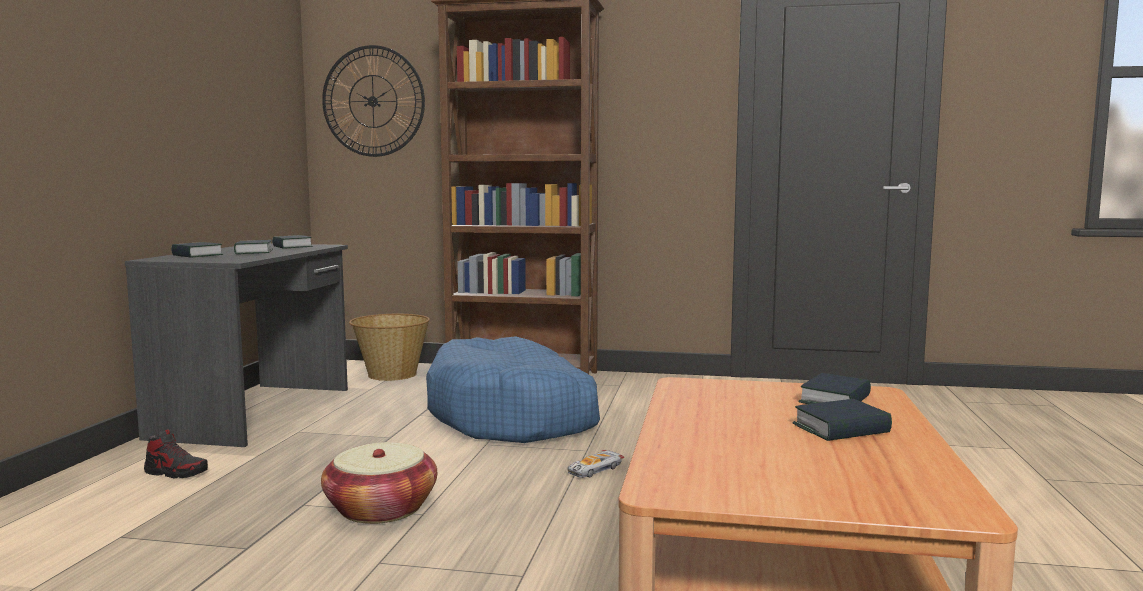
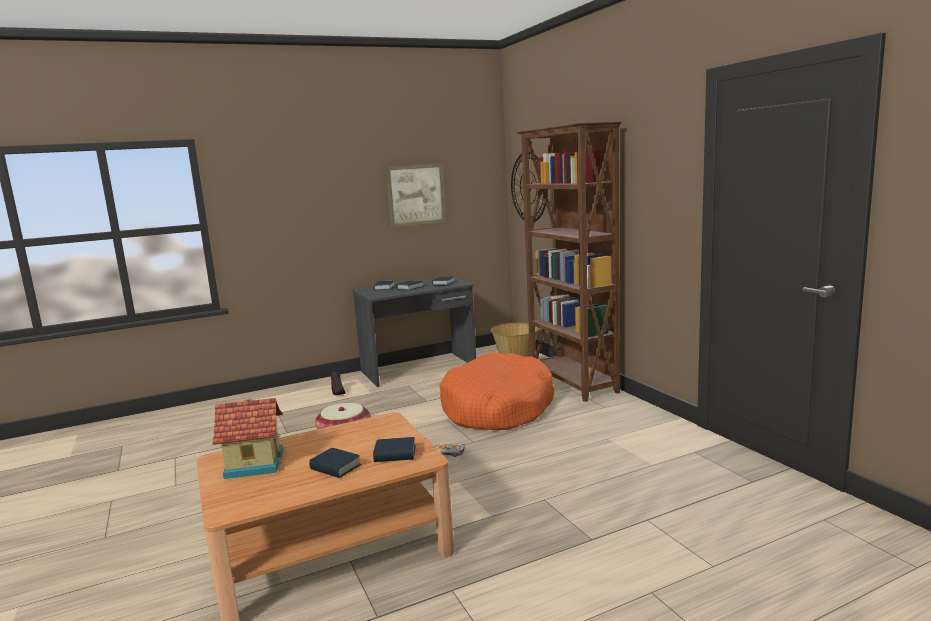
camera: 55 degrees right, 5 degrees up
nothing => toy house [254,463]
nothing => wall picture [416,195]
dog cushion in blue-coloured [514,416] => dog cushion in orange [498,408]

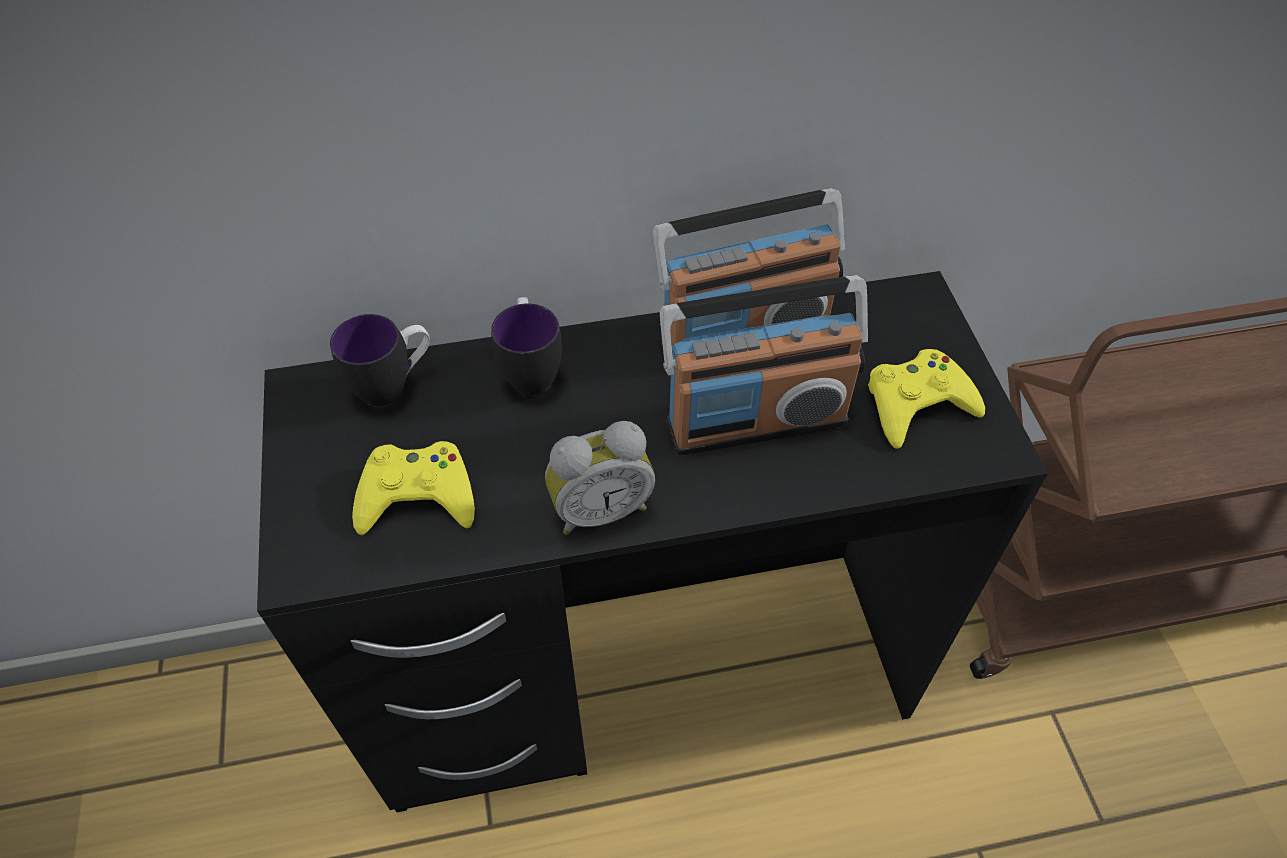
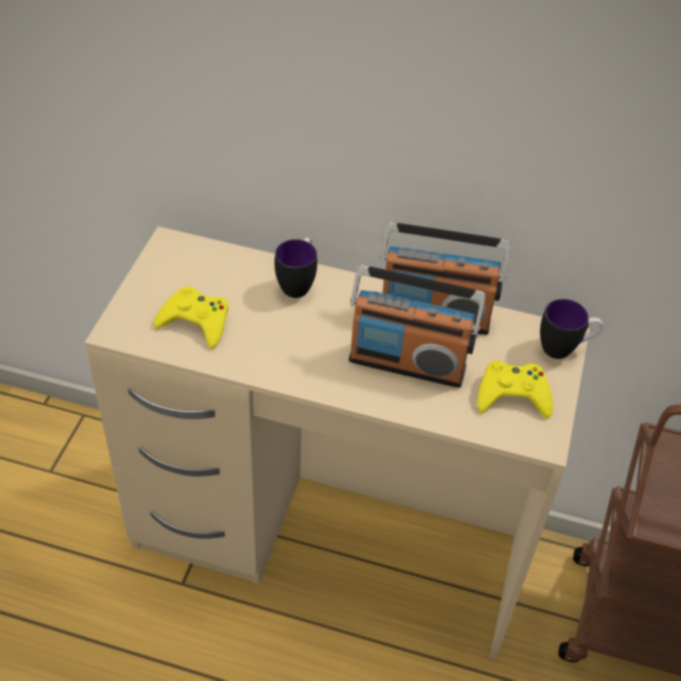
camera: 25 degrees right, 5 degrees down
desk in black-coloured [642,673] => desk in beige-coloured [330,542]
mug [394,385] => mug [564,349], relocated
bedside clock [600,508] => nothing

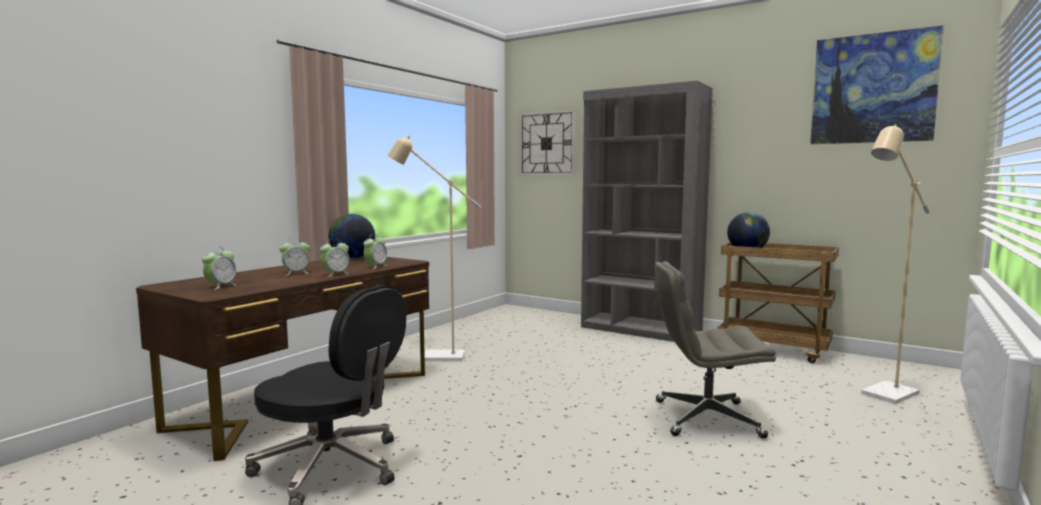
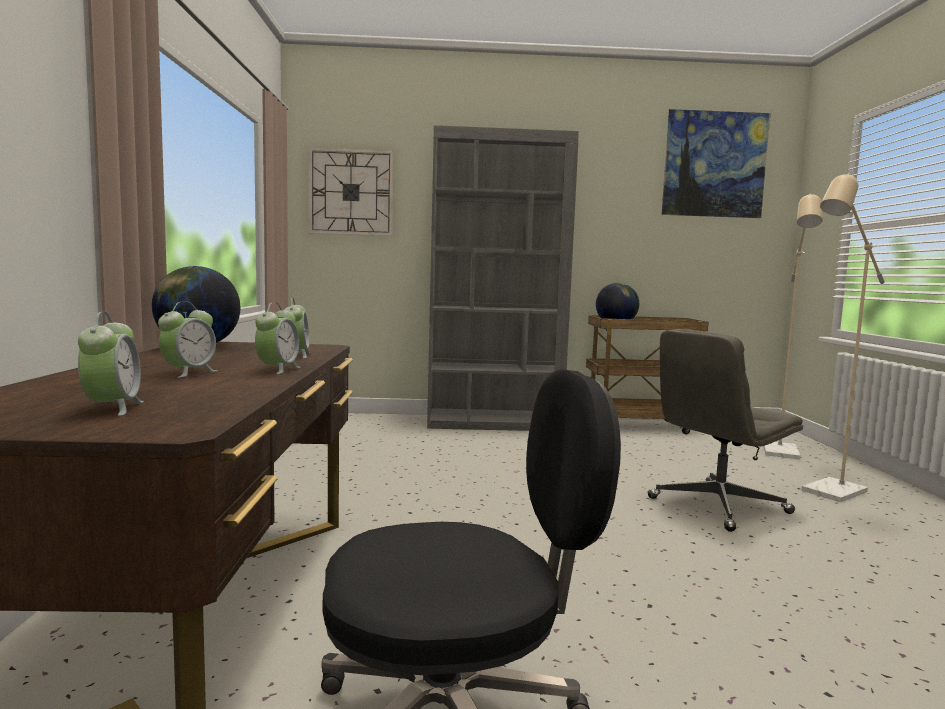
camera: 35 degrees left, 0 degrees up
standard lamp in beige-coloured [434,357] => standard lamp in beige-coloured [829,493], relocated

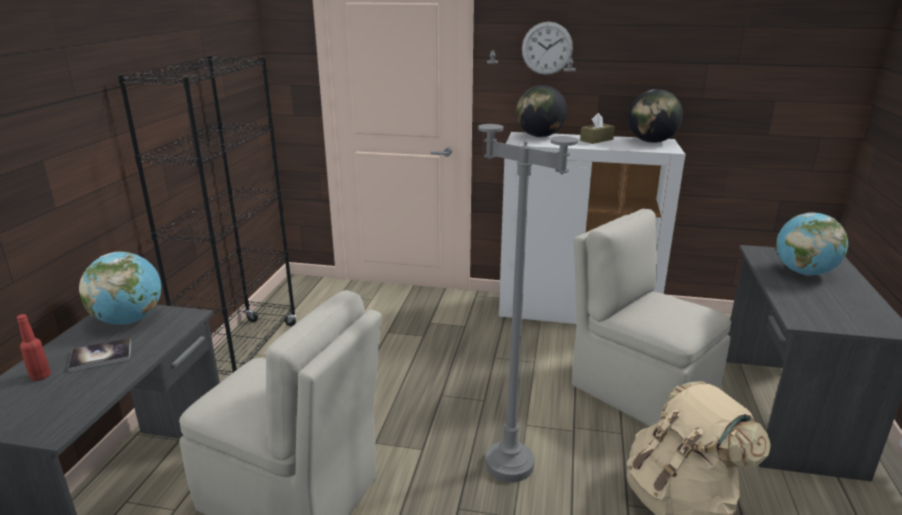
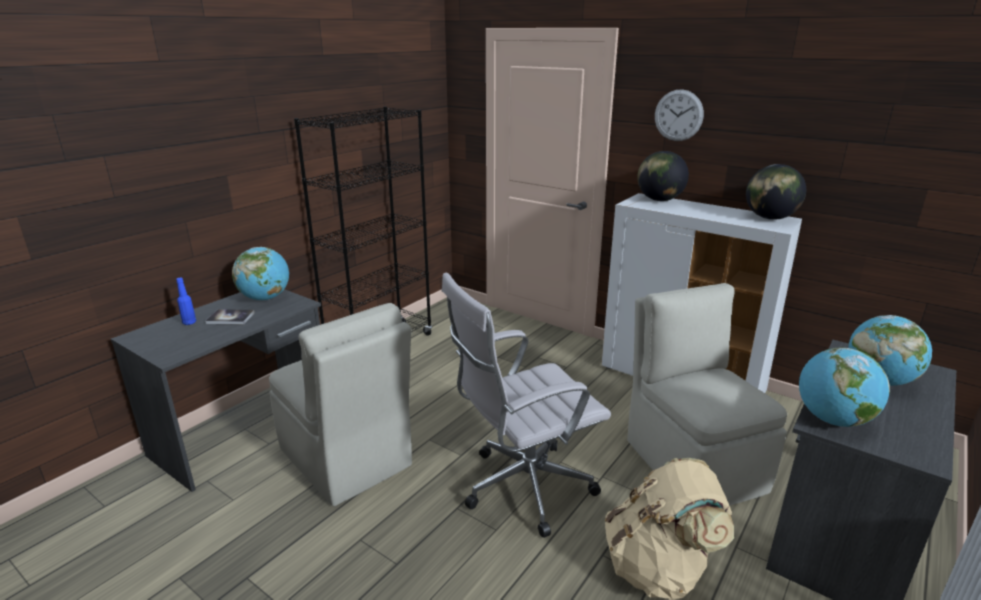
camera: 25 degrees right, 0 degrees up
beverage bottle in reddish [41,376] => beverage bottle in blue-coloured [189,322]
standard lamp in grey [509,464] => office chair in white-coloured [522,488]
nothing => world globe [832,420]
tissue box in brown [596,140] => nothing

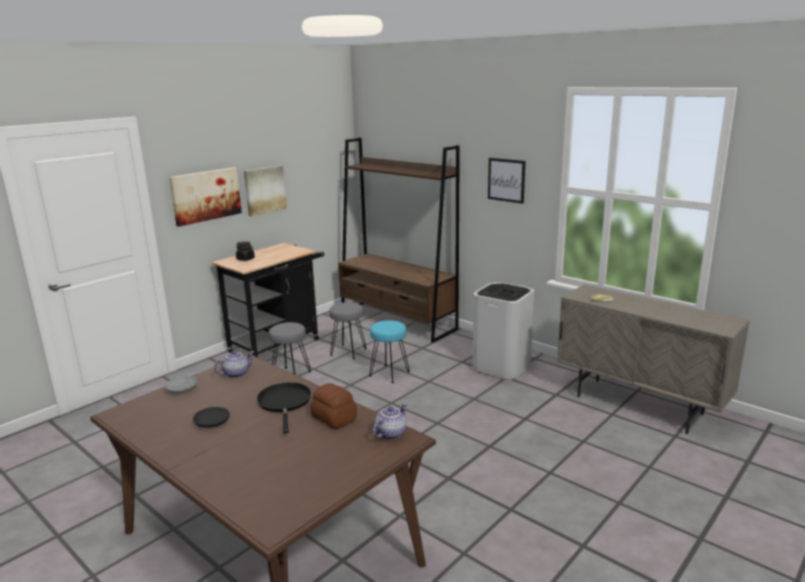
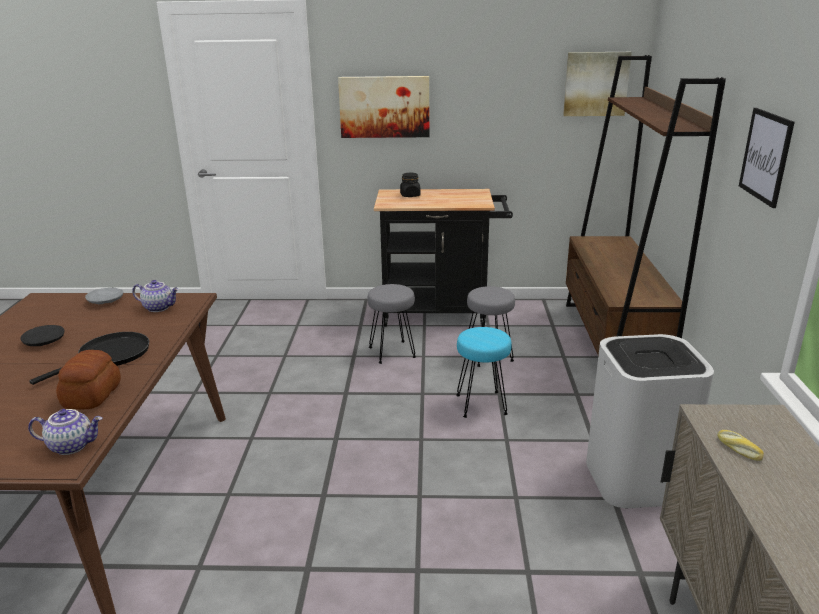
camera: 50 degrees right, 5 degrees up
wall picture [264,190] => wall picture [596,84], relocated

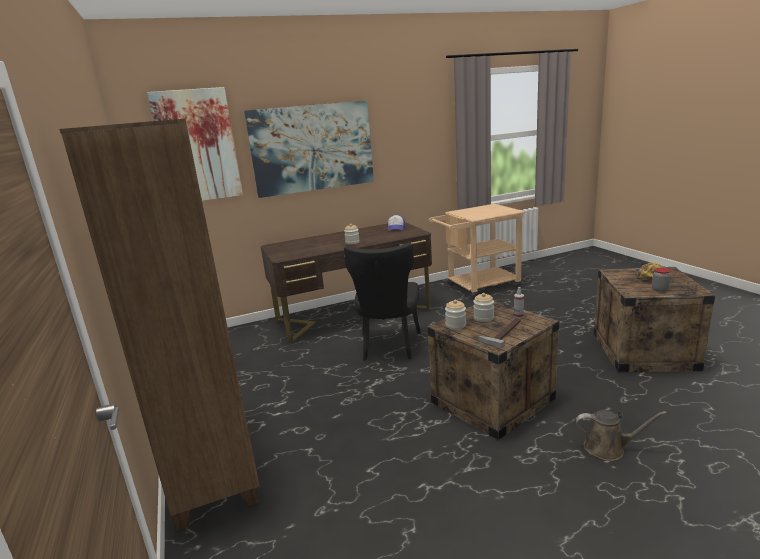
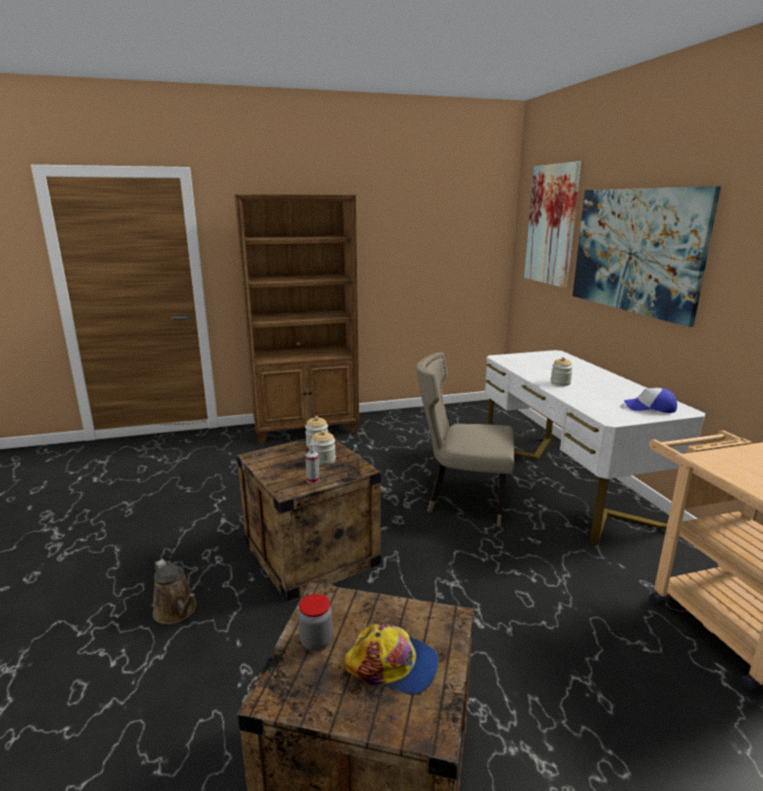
camera: 95 degrees right, 0 degrees up
sprinkling can in brown [608,448] => sprinkling can in brown [177,611], 60 degrees counterclockwise
plain chair in black-coloured [389,347] => plain chair in beige-coloured [462,500]
desk in brown [353,314] => desk in white-coloured [566,482]
hammer [502,332] => nothing

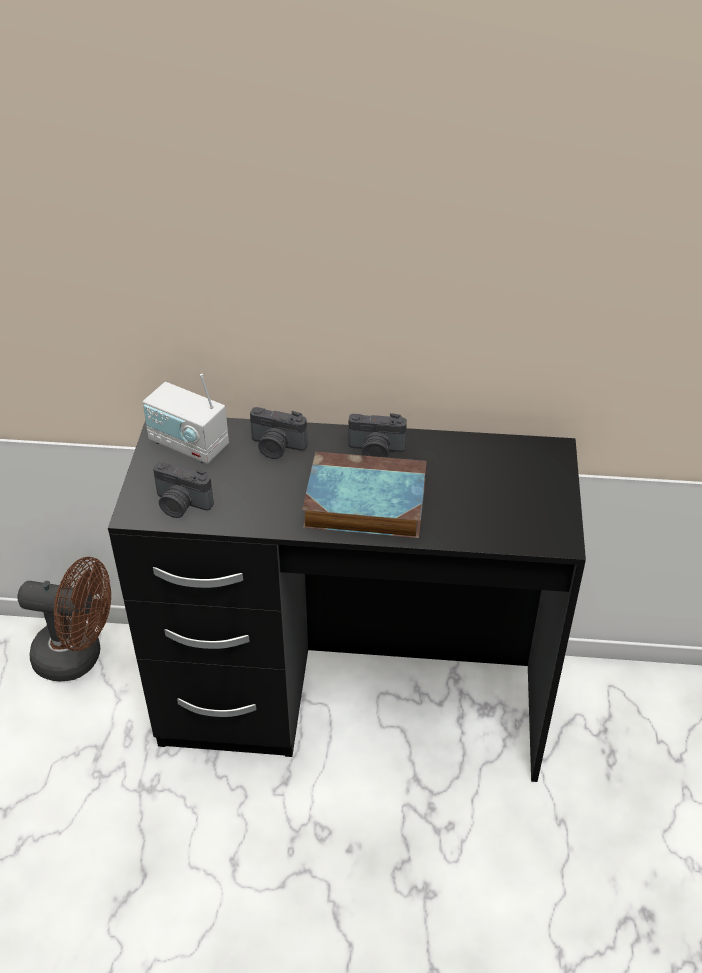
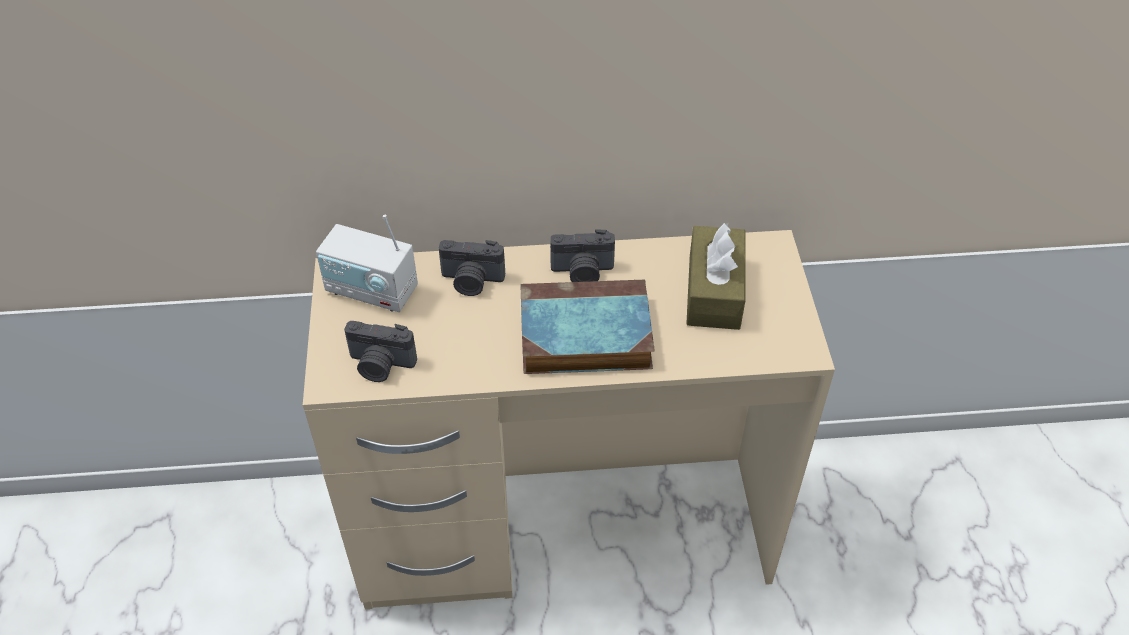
camera: 10 degrees left, 5 degrees up
desk in black-coloured [352,705] => desk in beige-coloured [564,530]
nothing => tissue box in brown [714,291]
cooling fan in brown [78,657] => nothing

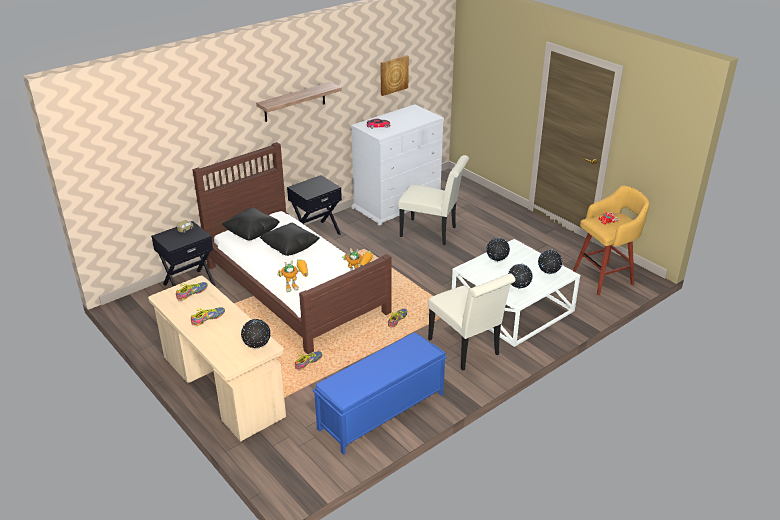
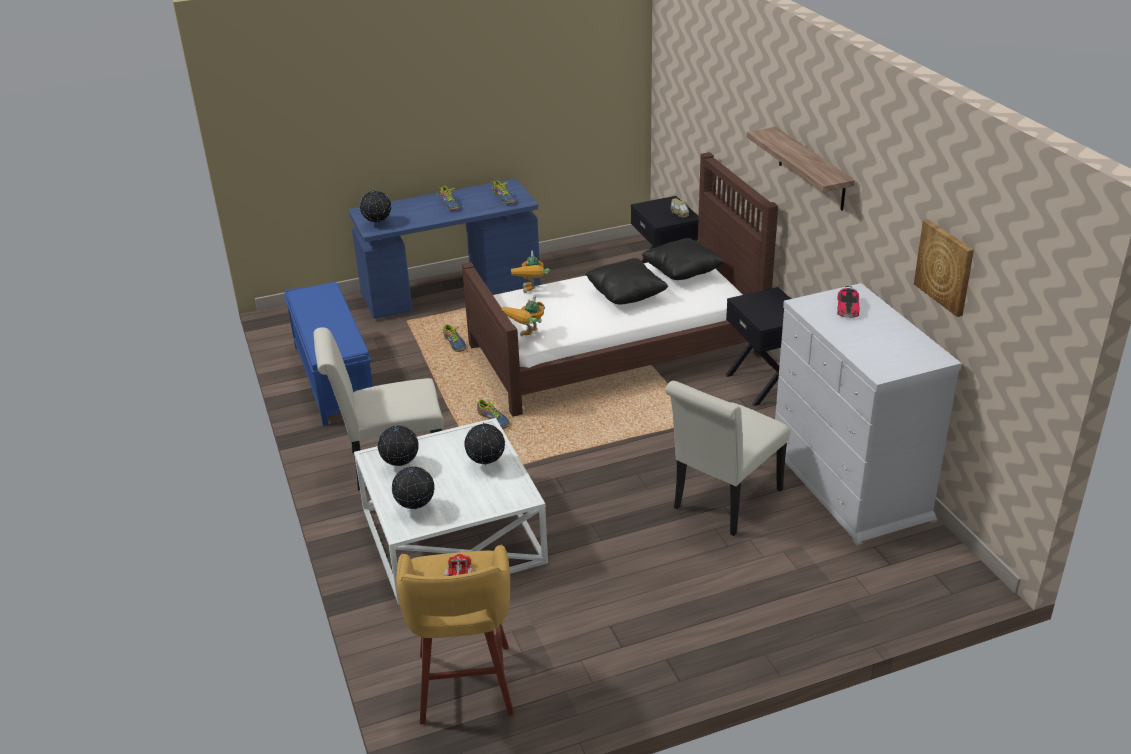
camera: 110 degrees right, 0 degrees up
desk in beige-coloured [222,388] => desk in blue-coloured [451,291]

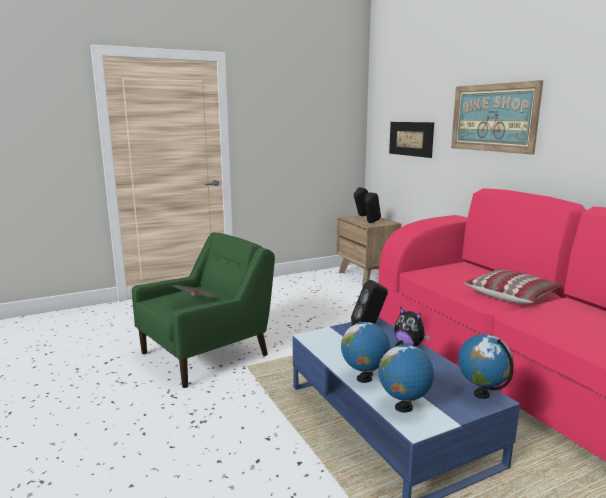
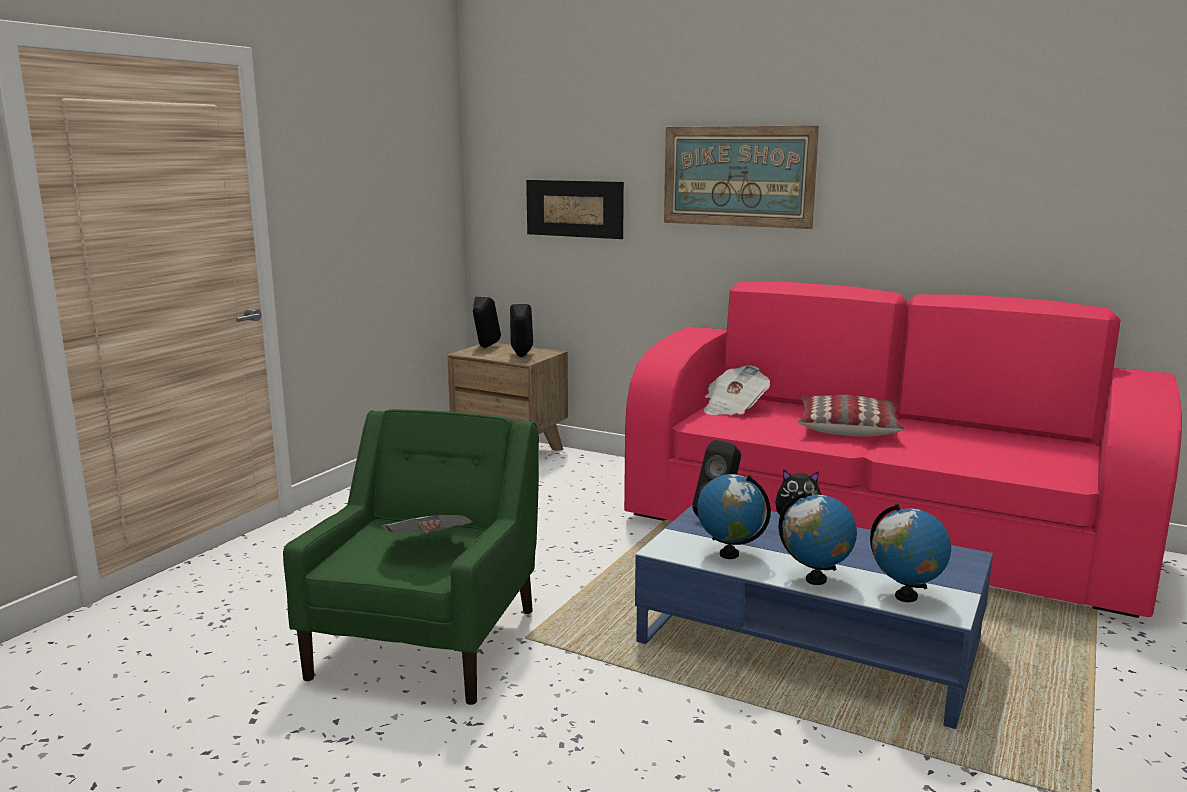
camera: 35 degrees left, 0 degrees up
world globe [481,394] => world globe [729,554], relocated
nothing => newspaper [733,409]

